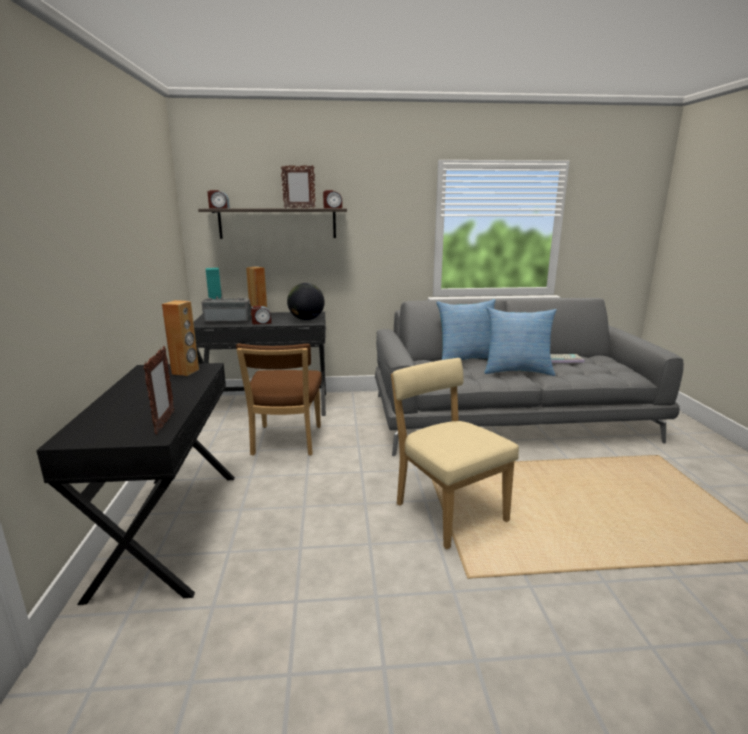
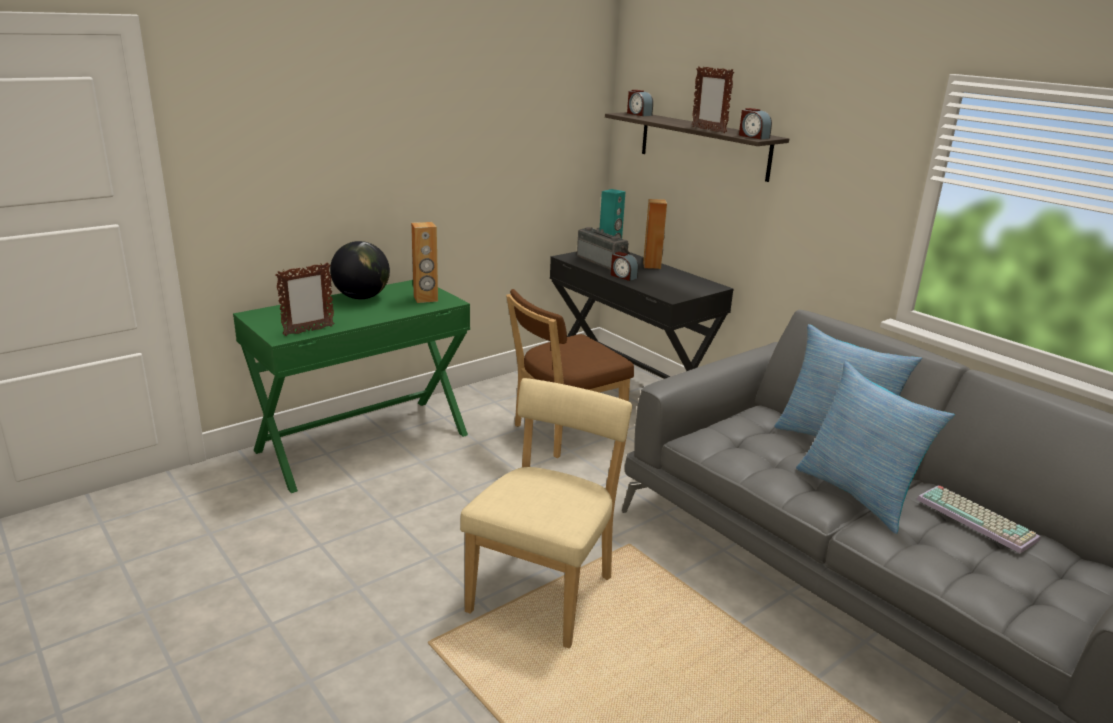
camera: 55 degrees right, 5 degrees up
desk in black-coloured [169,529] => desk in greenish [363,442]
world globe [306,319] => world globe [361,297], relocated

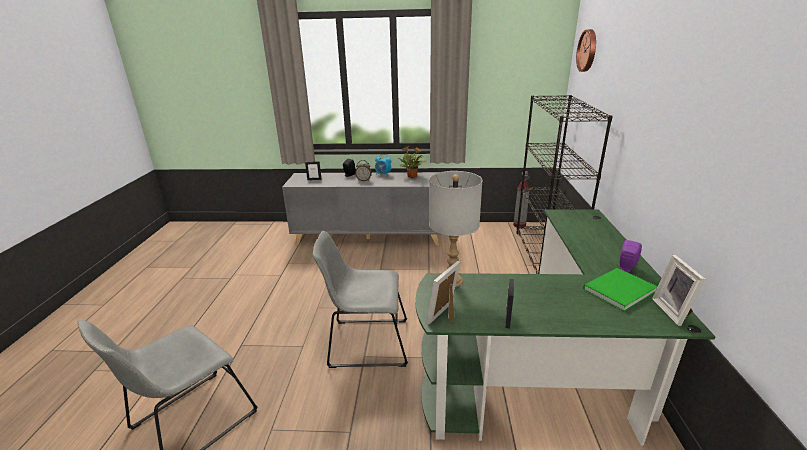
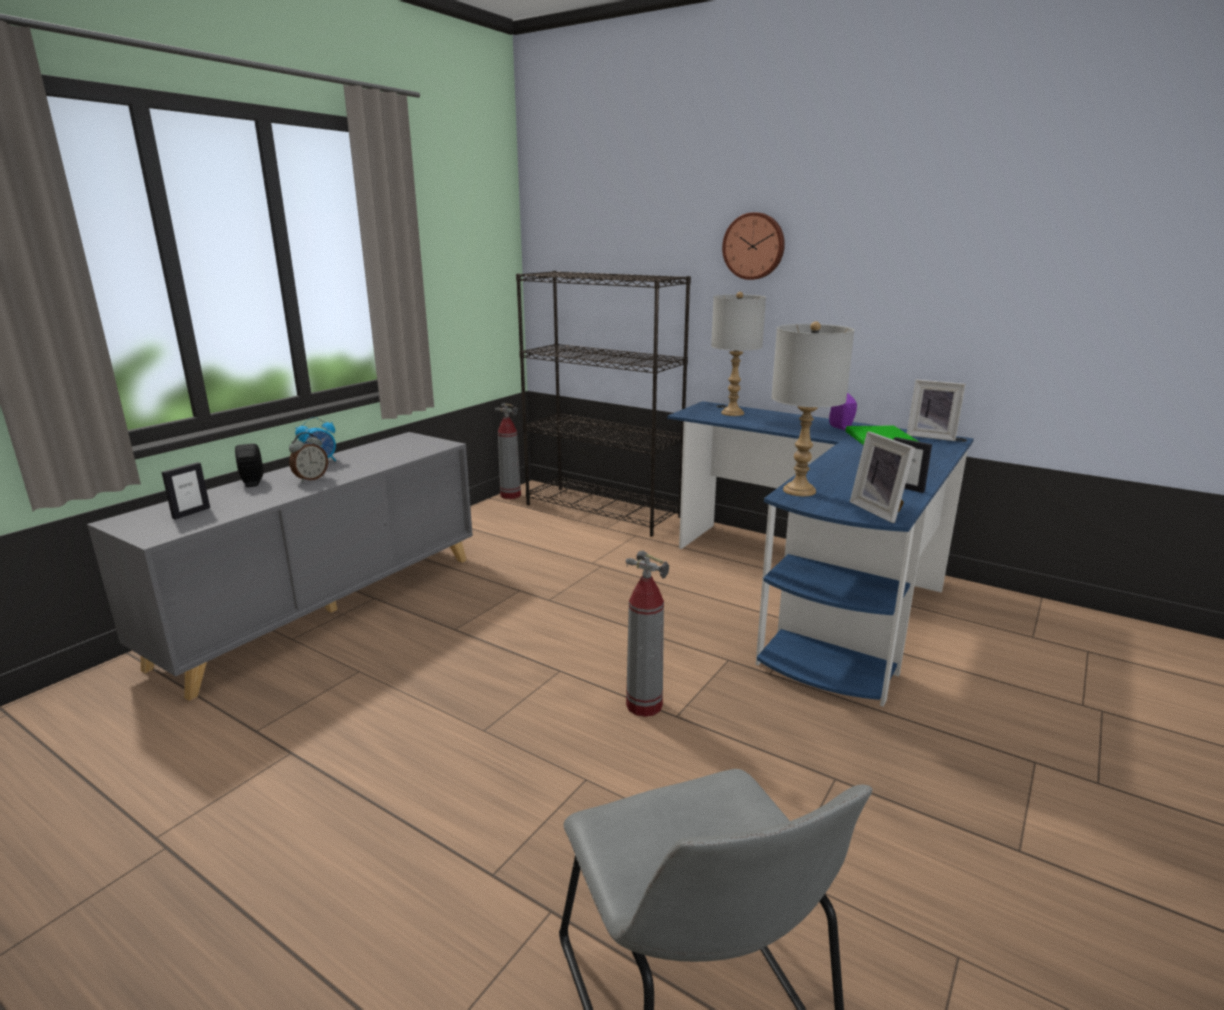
camera: 60 degrees left, 5 degrees down
plain chair in grey [365,342] => extinguisher [644,705]
desk in greenish [550,372] => desk in blue-coloured [817,593]
nothing => table lamp in grey [732,413]
clock on the wall [588,50] => clock on the wall [754,246], relocated
potted plant [412,176] => nothing

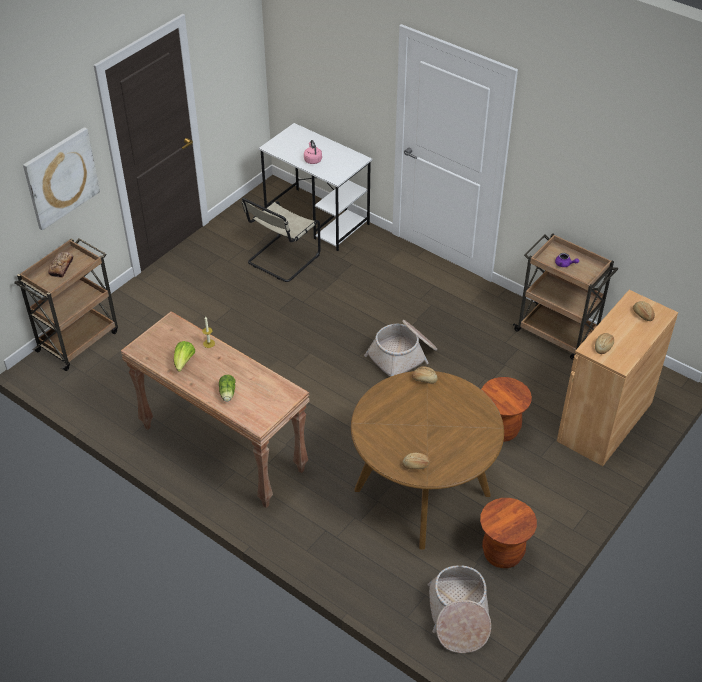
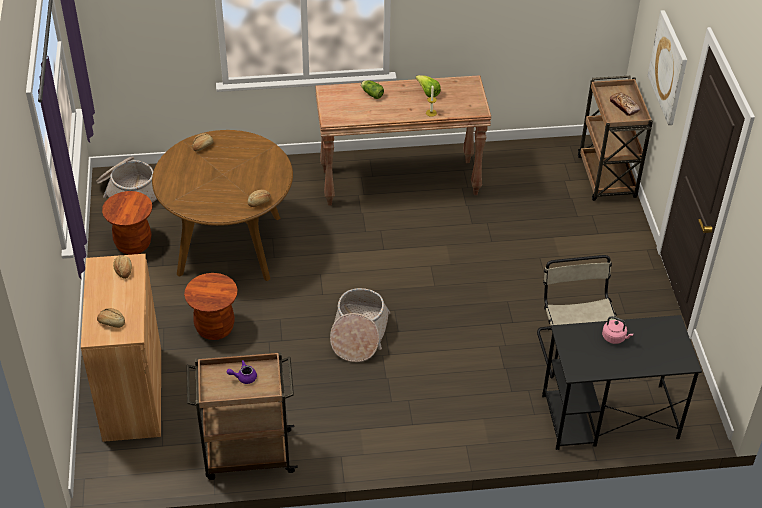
camera: 135 degrees right, 0 degrees up
desk in white-coloured [317,219] => desk in black-coloured [608,417]

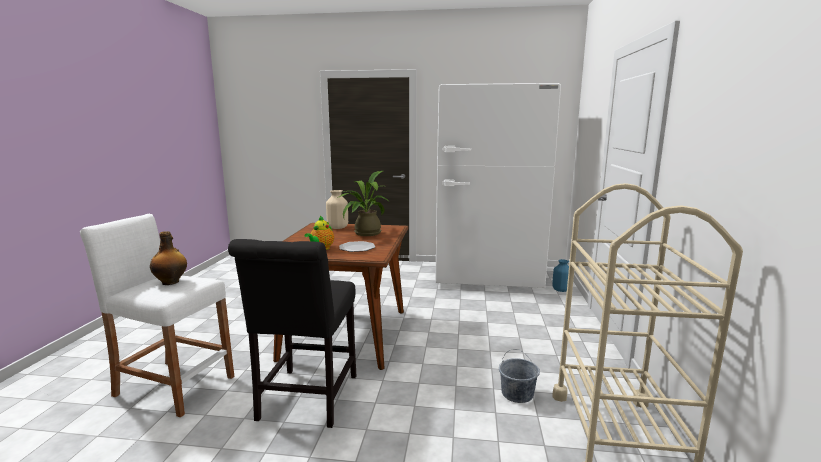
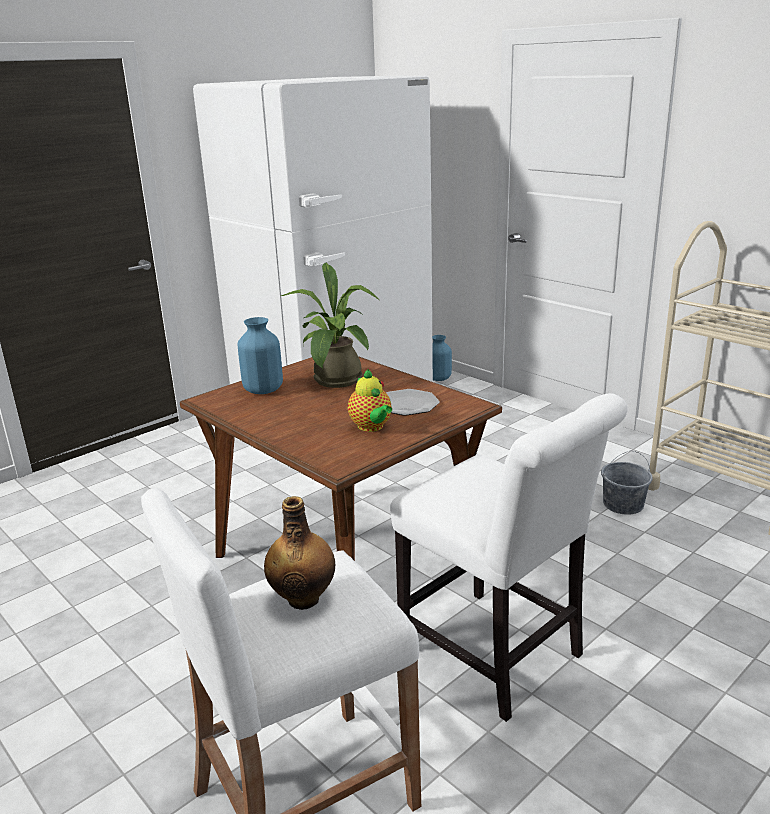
camera: 50 degrees left, 10 degrees up
decorative vase in beige-coloured [337,228] => decorative vase in blue-coloured [263,390]
plain chair in black-coloured [306,401] => plain chair in white-coloured [497,657]

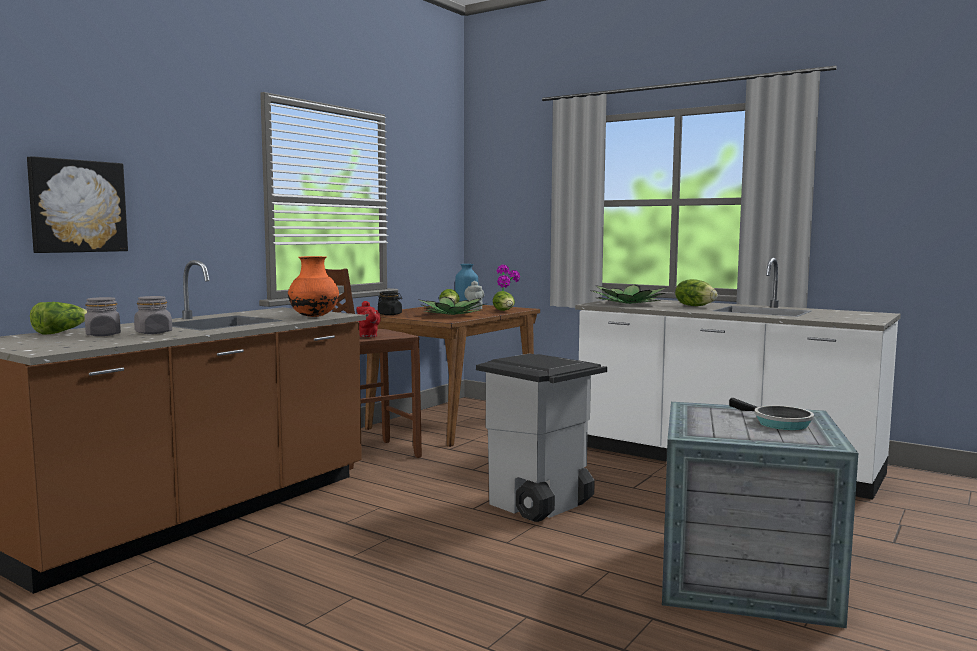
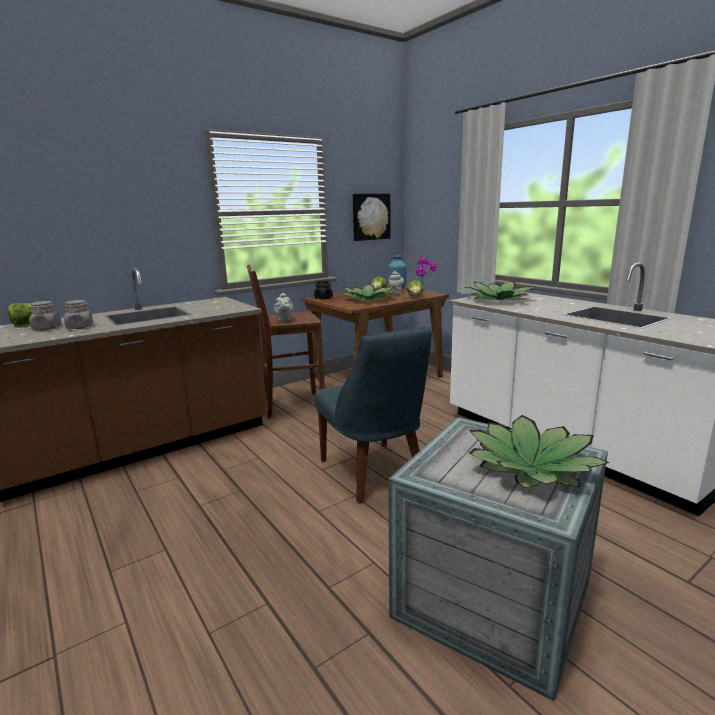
camera: 20 degrees right, 10 degrees up
tea pot in reddish [367,336] => tea pot in grey [284,320]
waste bin in grey [539,505] => plain chair in blue-coloured [374,474]
wall picture [77,206] => wall picture [370,217], relocated
pan [778,423] => potted plant [531,467]
decorative vase in orange [314,317] => nothing
lettuce head [695,306] => nothing

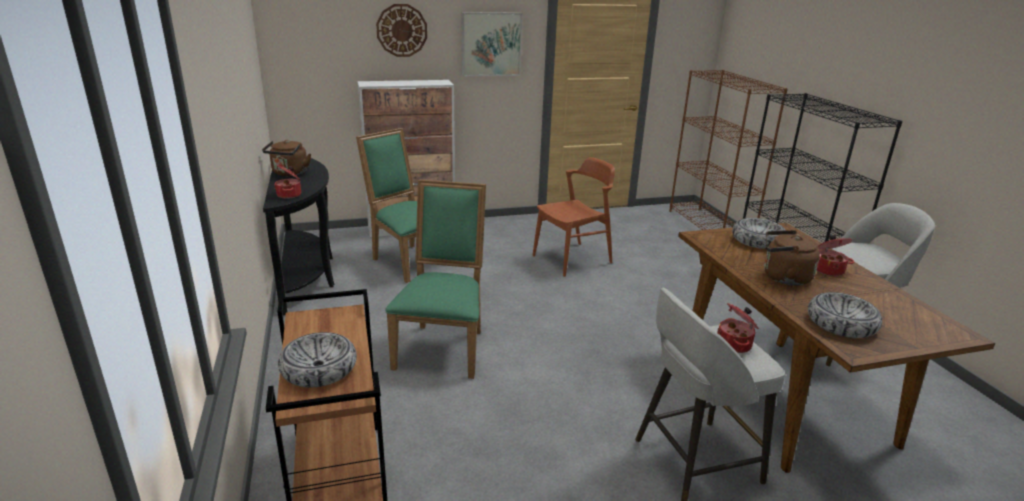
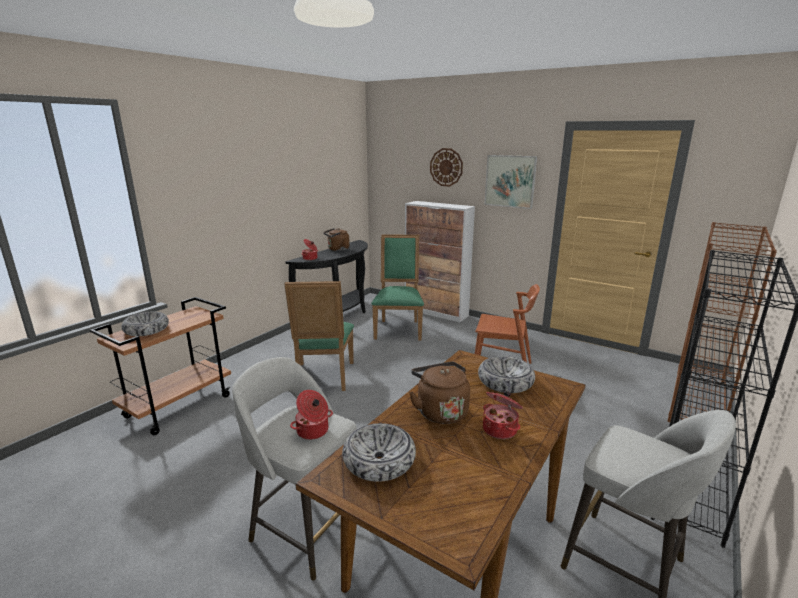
camera: 50 degrees right, 5 degrees down
plain chair in greenish [443,346] => plain chair in greenish [323,378], 120 degrees clockwise

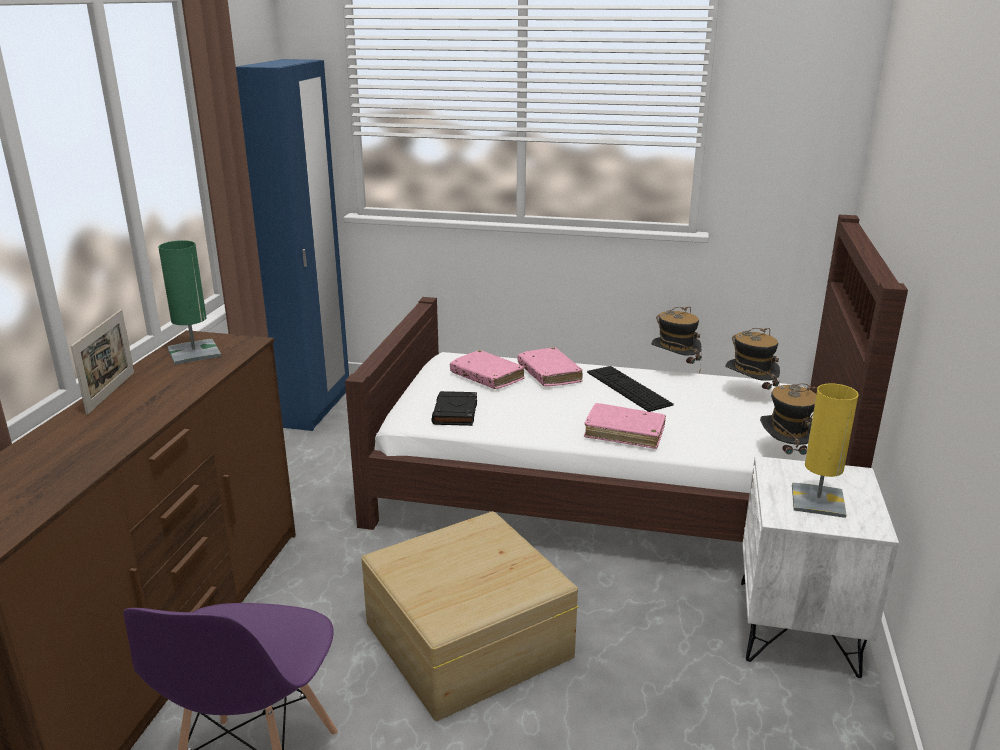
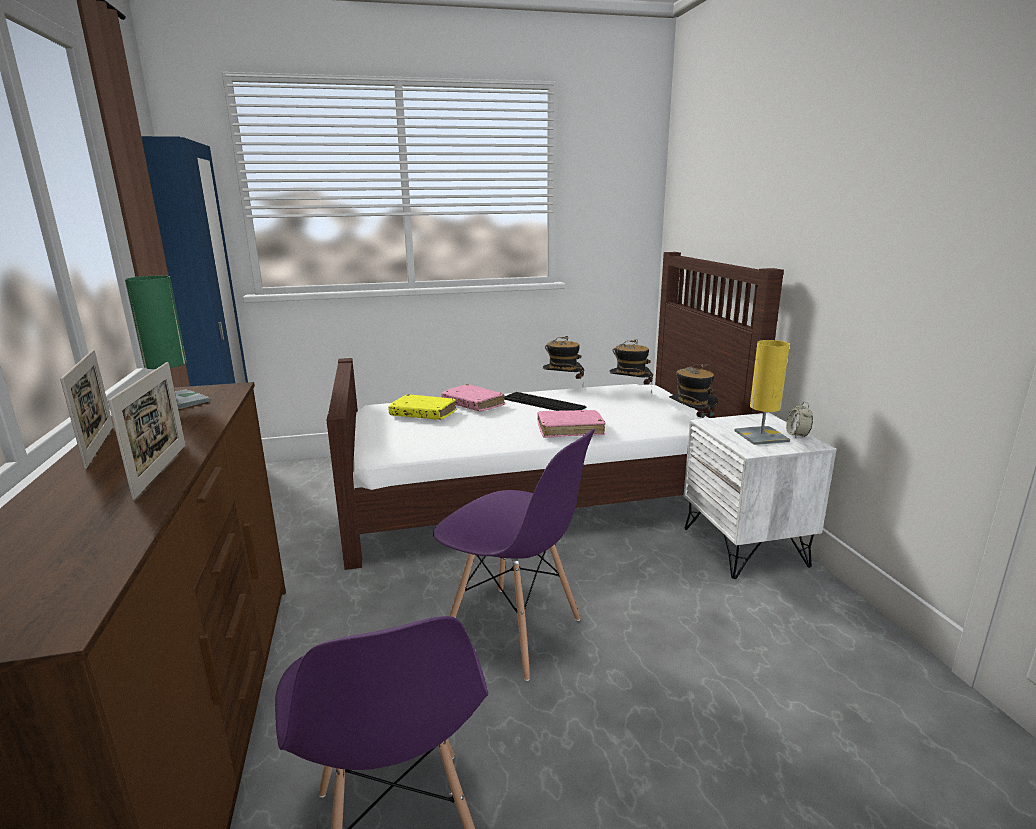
camera: 25 degrees left, 5 degrees down
nothing => picture frame [161,470]
bound book in pinkish [487,377] => bound book in yellow-coloured [423,414]
storage bin in beige-coloured [466,639] => plain chair in purplish [513,631]
nothing => bedside clock [797,435]
bound book in black-coloured [455,413] => nothing

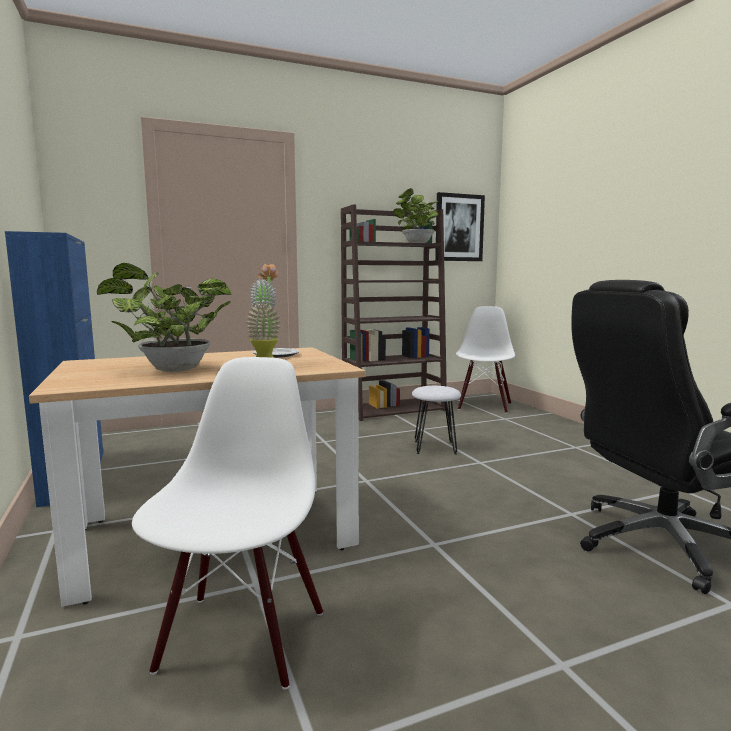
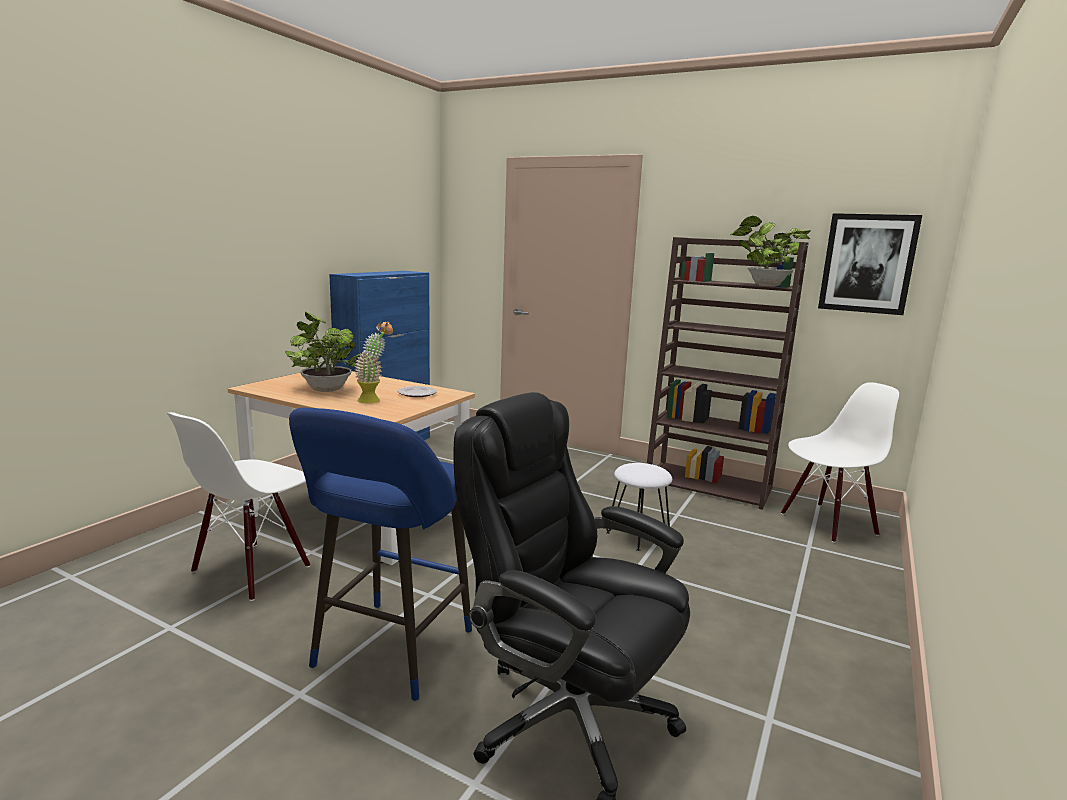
camera: 50 degrees right, 5 degrees up
plain chair in white-coloured [241,638] => plain chair in white-coloured [251,570], 150 degrees clockwise
nothing => stool in blue-coloured [388,653]

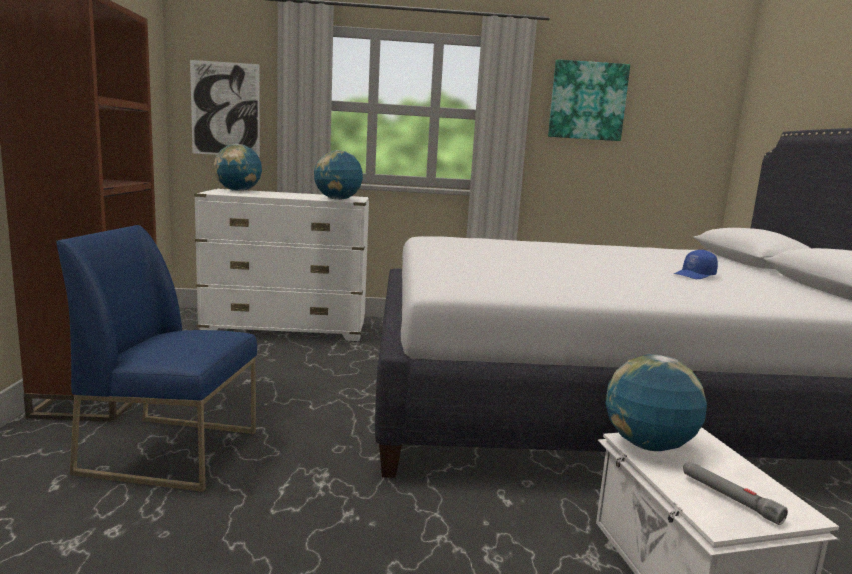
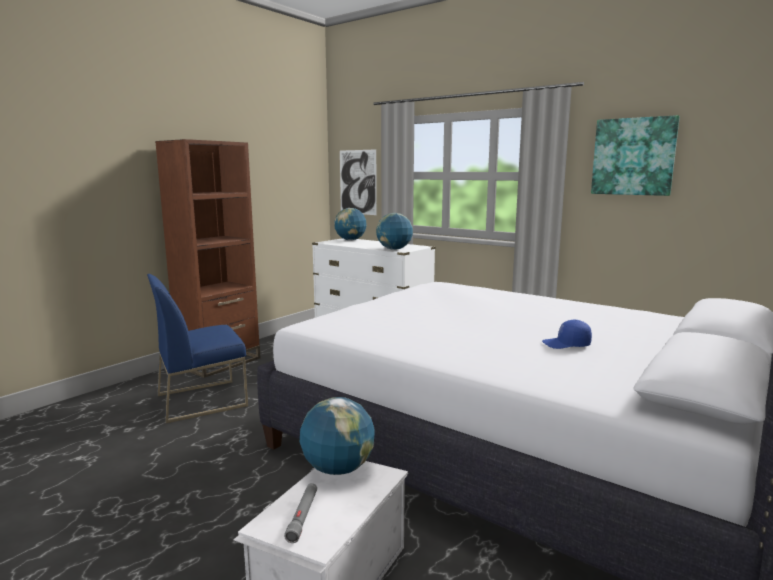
camera: 40 degrees right, 0 degrees up
plain chair in blue-coloured [172,451] => plain chair in blue-coloured [202,400], 75 degrees counterclockwise

